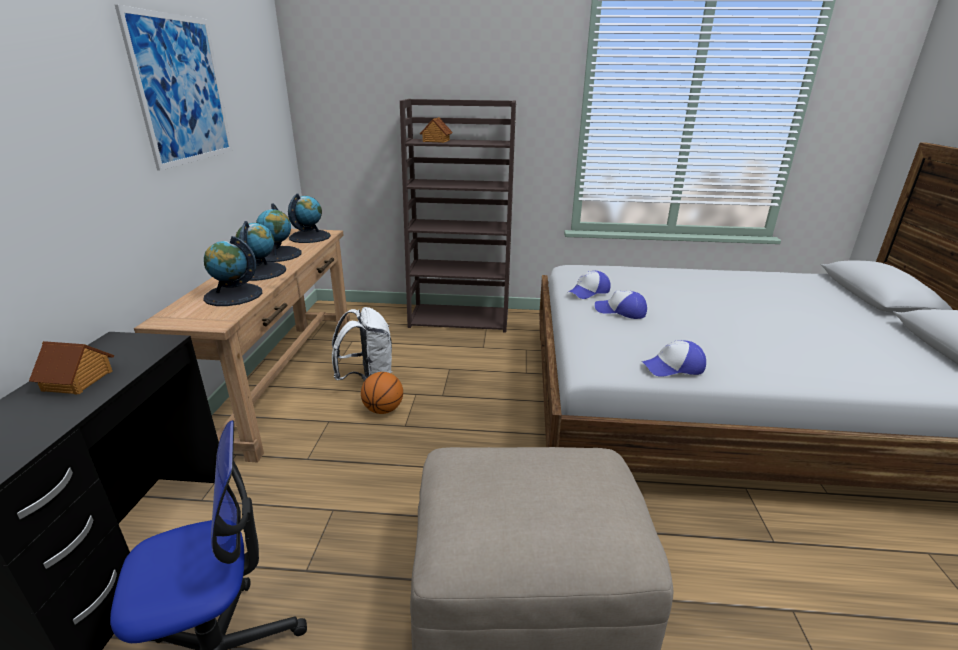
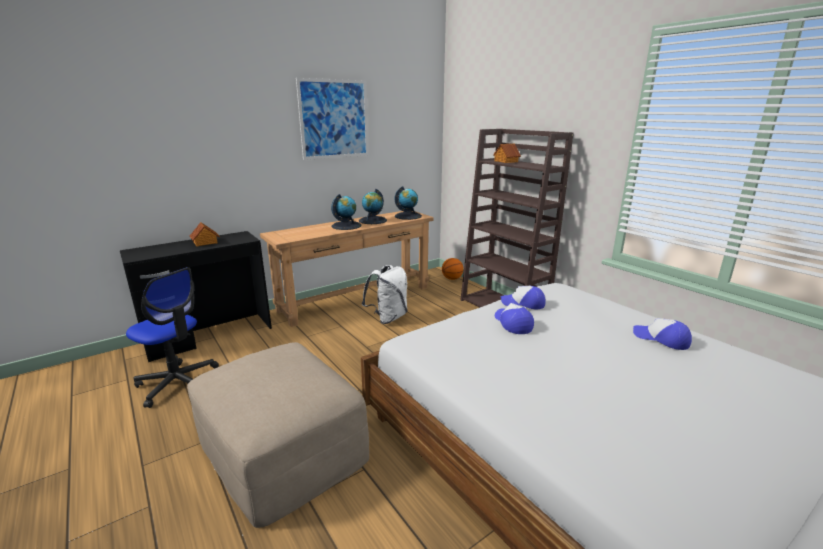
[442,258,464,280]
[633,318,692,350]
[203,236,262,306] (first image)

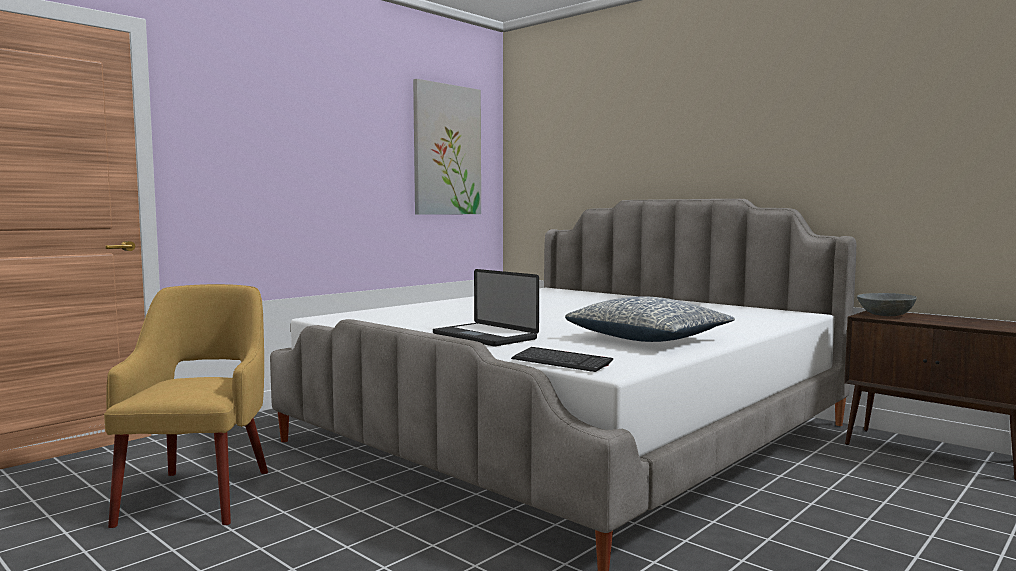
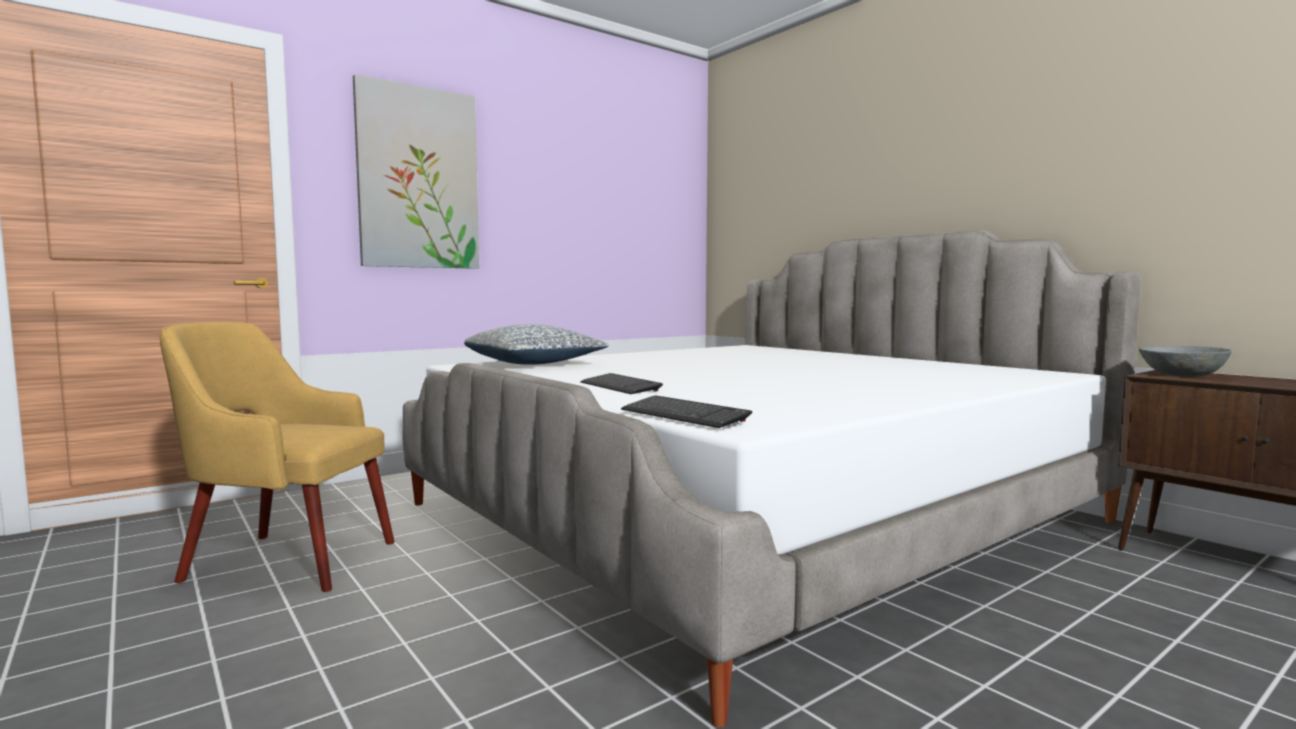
[160,322,394,592]
[353,74,479,269]
[464,324,609,365]
[580,373,663,394]

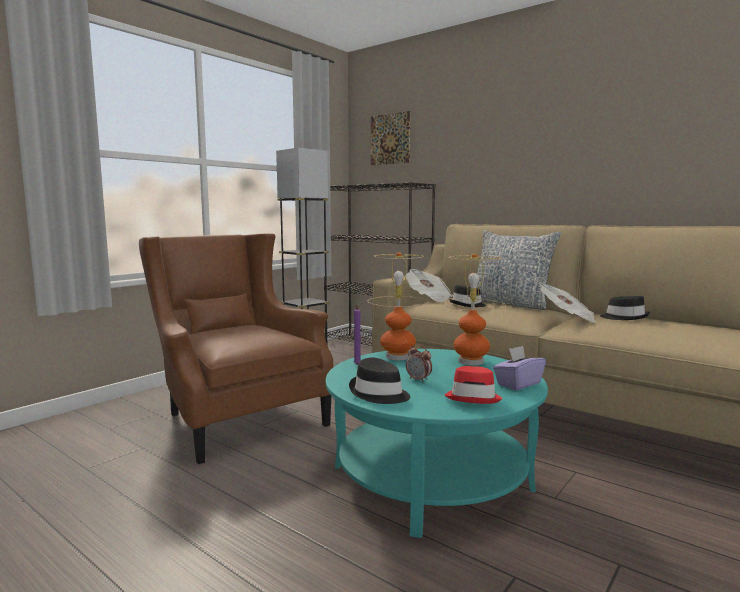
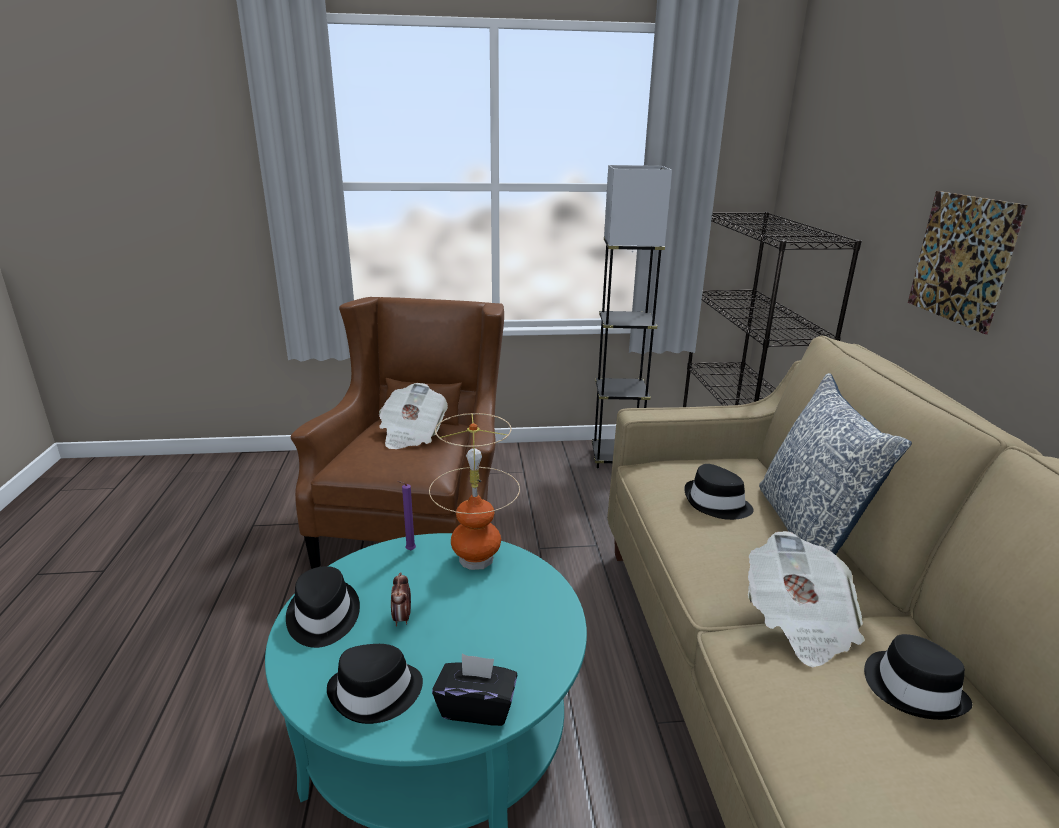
[327,644,423,724]
[379,383,448,449]
[432,654,517,726]
[908,191,1028,334]
[442,254,506,365] (first image)

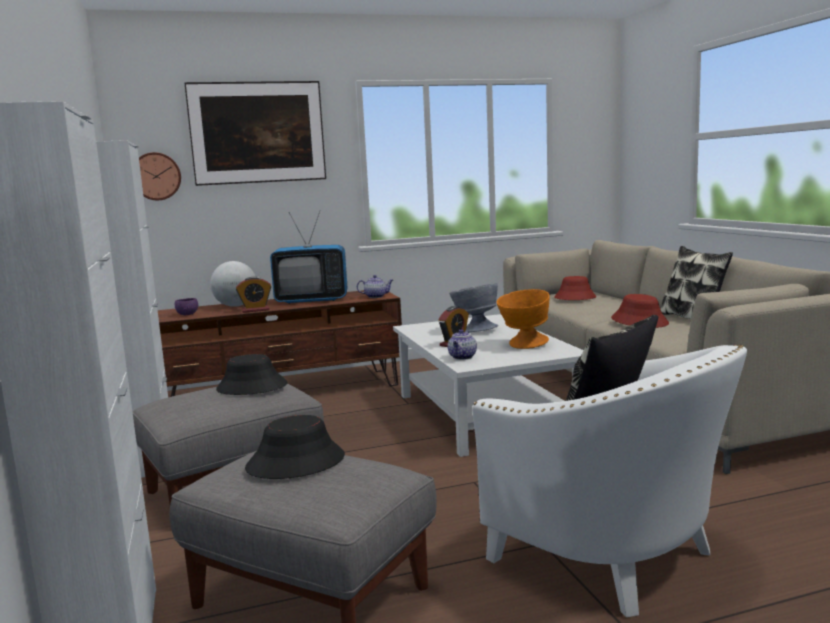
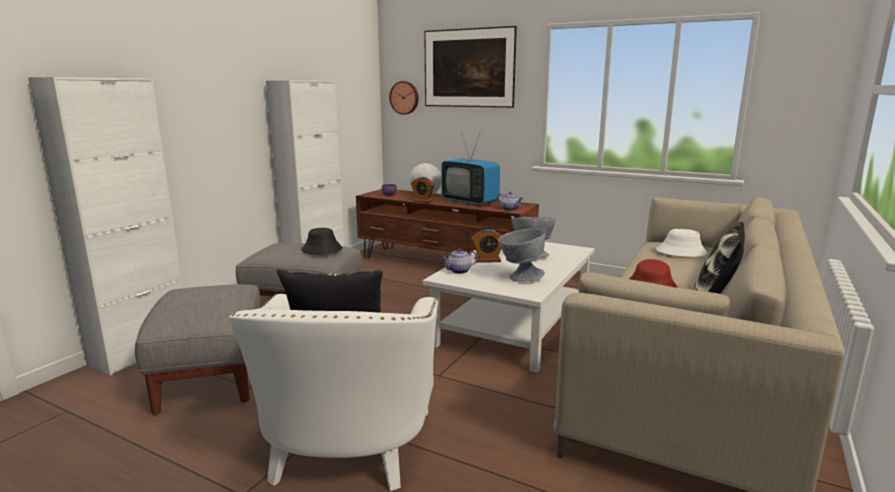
[498,229,545,282]
[656,229,707,257]
[245,415,345,479] (first image)

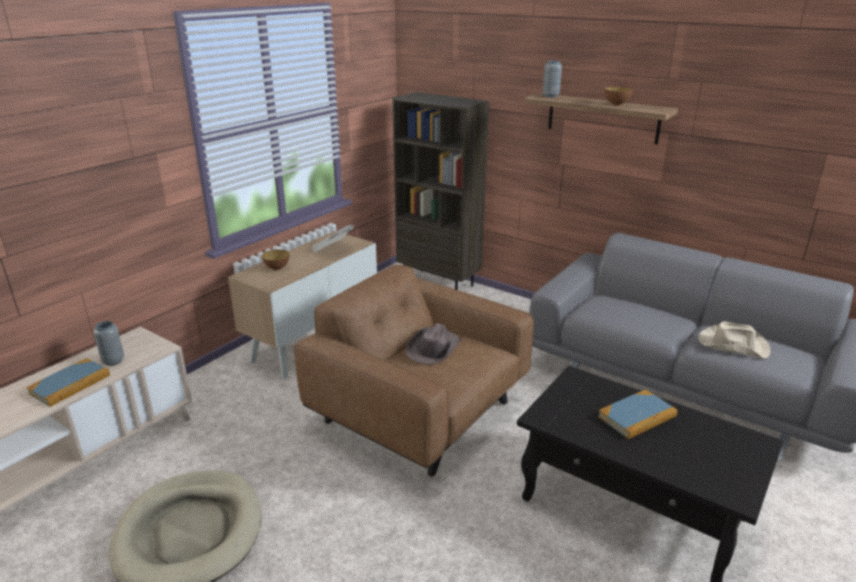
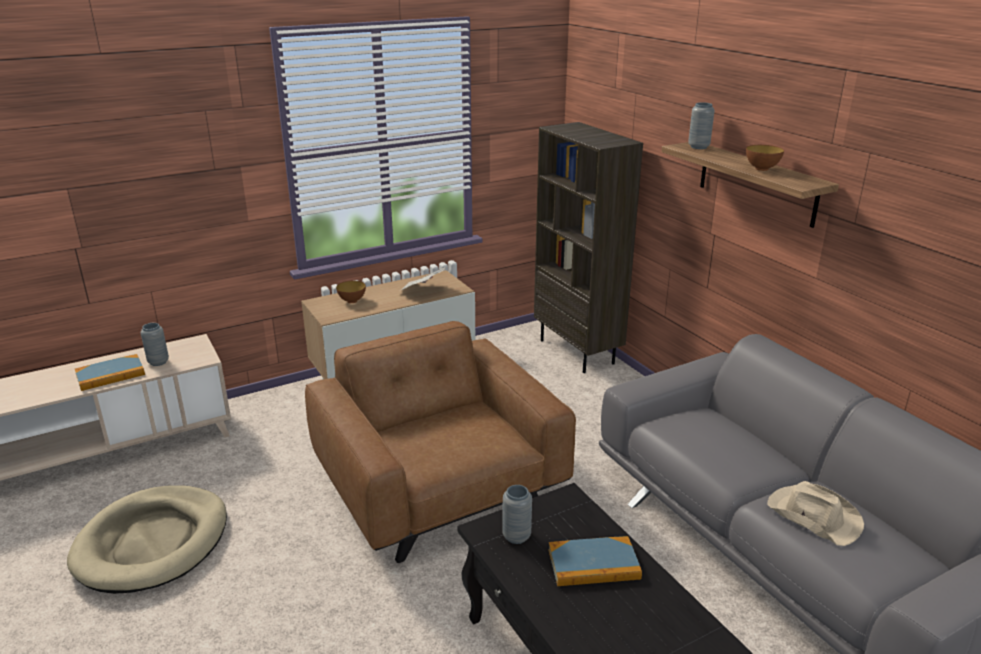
[502,485,532,544]
[405,323,462,365] (first image)

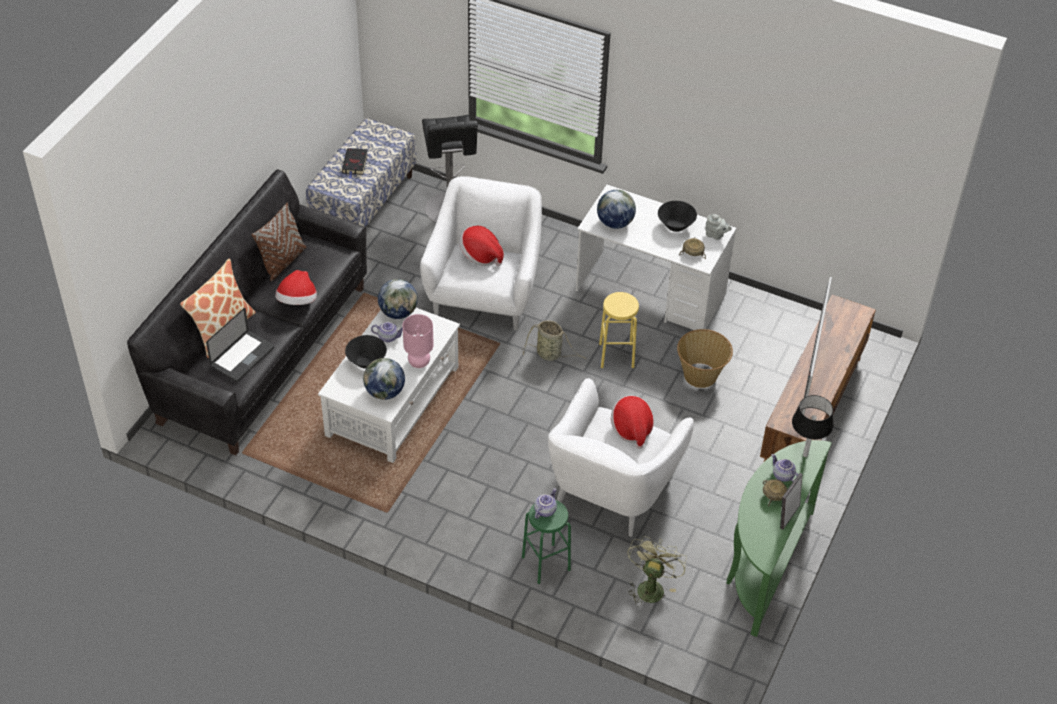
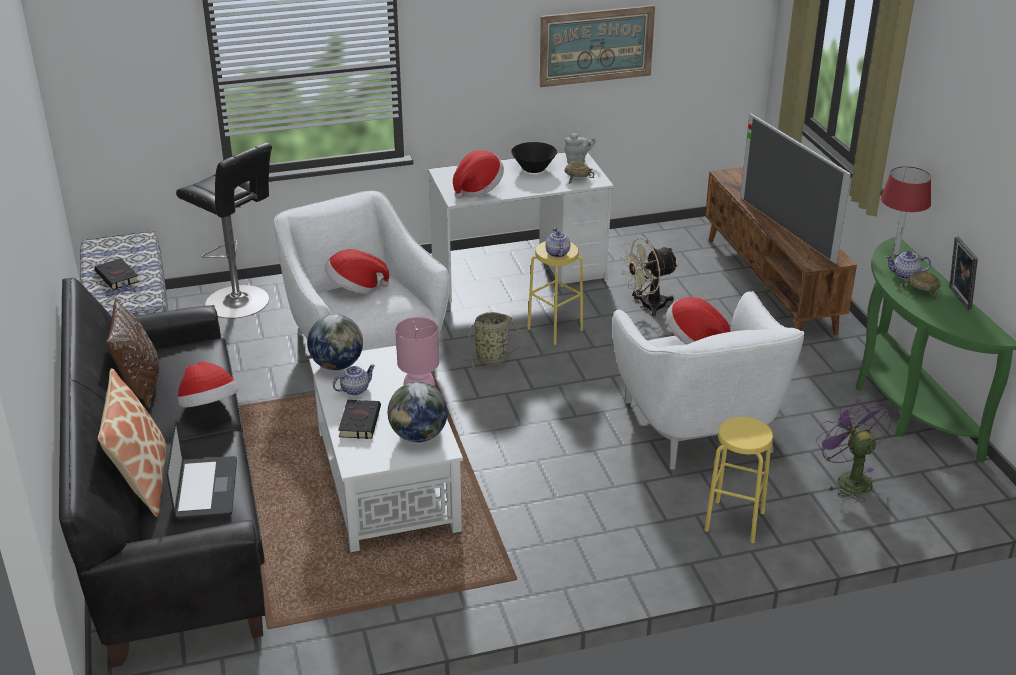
[338,400,381,439]
[453,150,504,199]
[540,5,655,87]
[545,228,570,257]
[620,238,679,317]
[704,417,773,543]
[816,399,892,502]
[881,166,931,255]

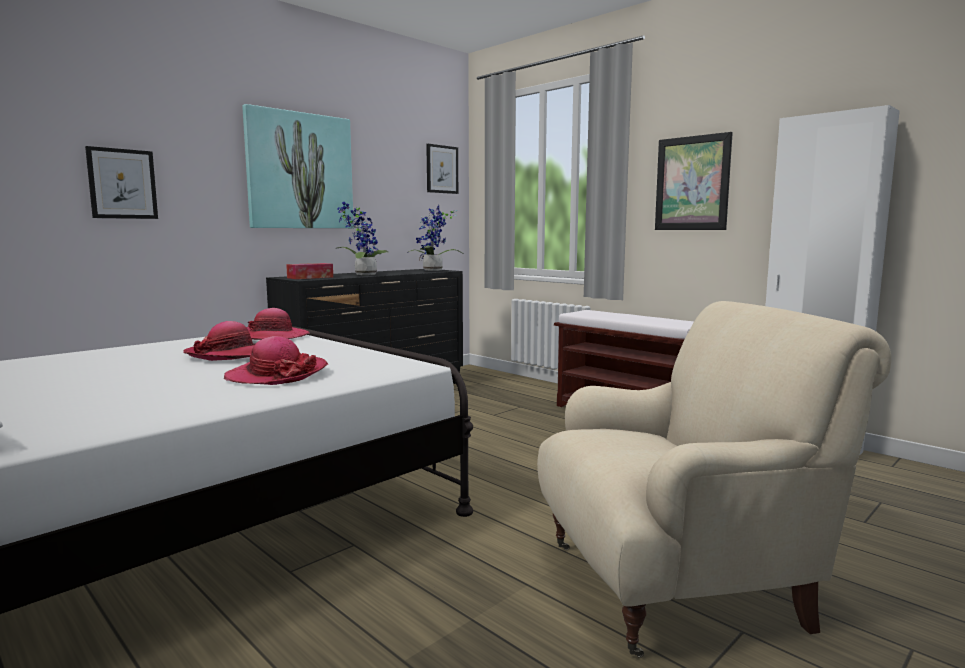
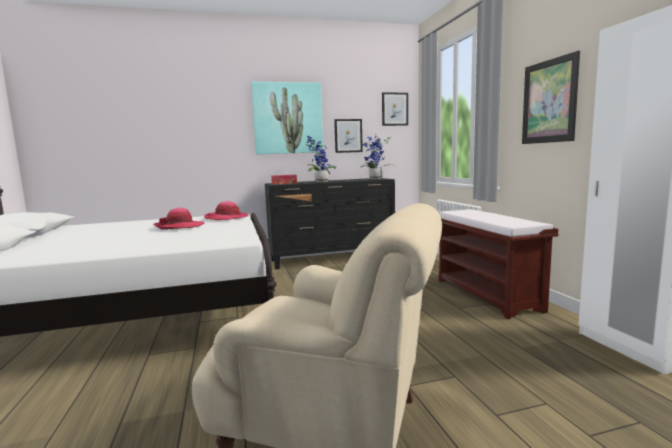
[334,119,363,153]
[224,336,328,385] (first image)

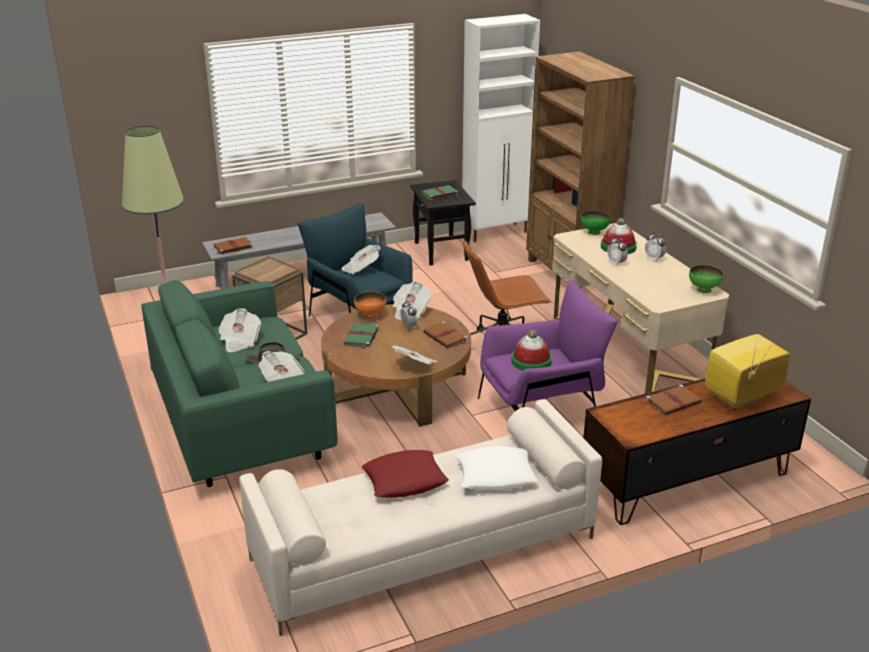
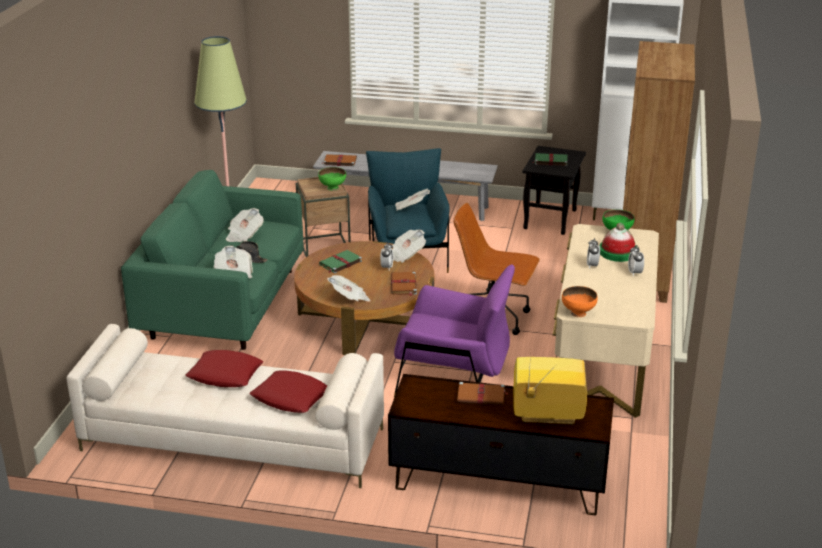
[250,370,327,413]
[318,167,346,191]
[562,286,598,317]
[511,330,552,371] (first image)

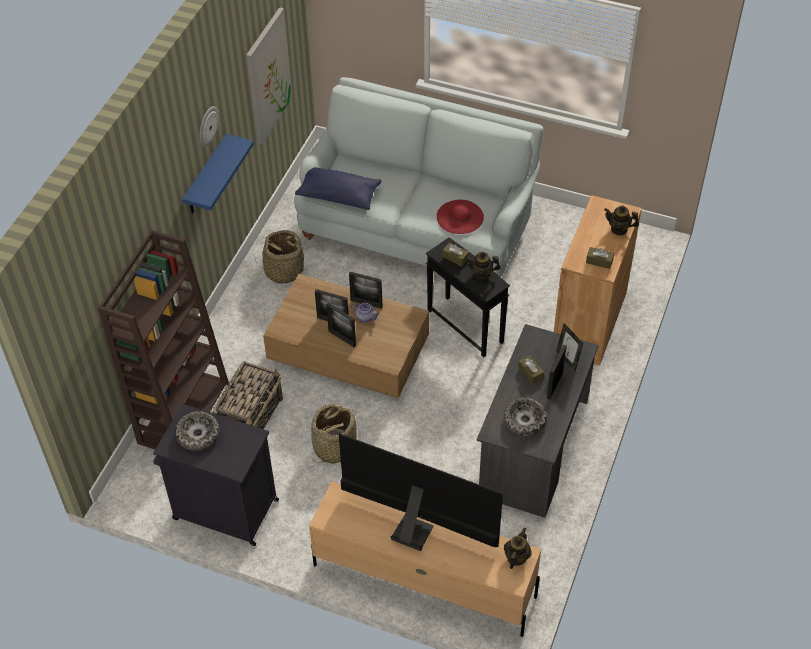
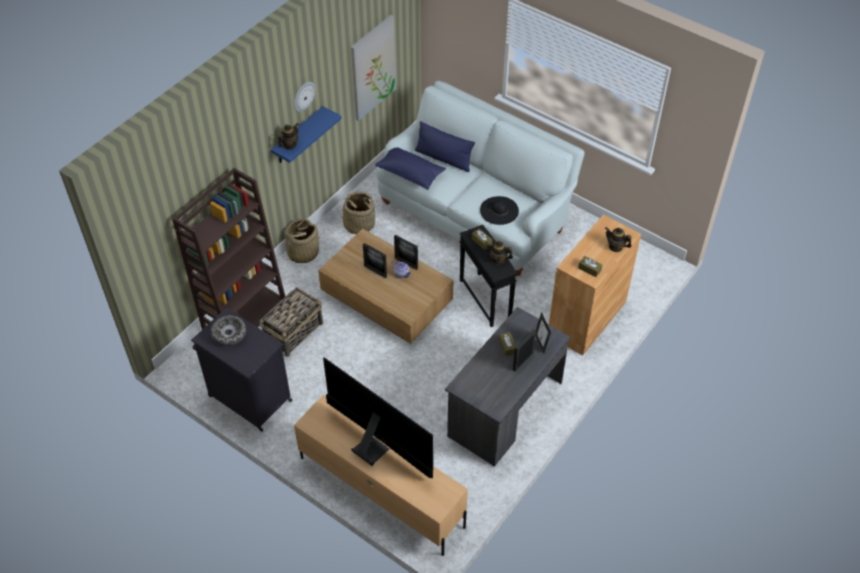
[278,123,299,149]
[281,219,319,263]
[415,121,475,172]
[480,196,519,225]
[326,303,356,347] (first image)
[504,398,547,437] (first image)

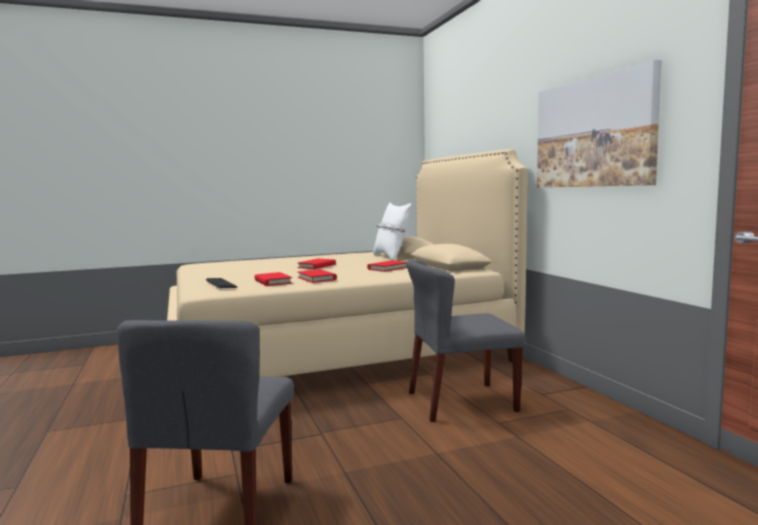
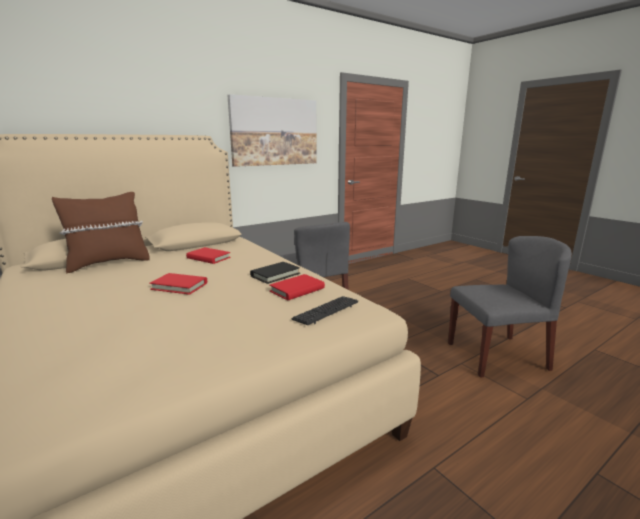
[52,192,150,273]
[250,262,300,284]

